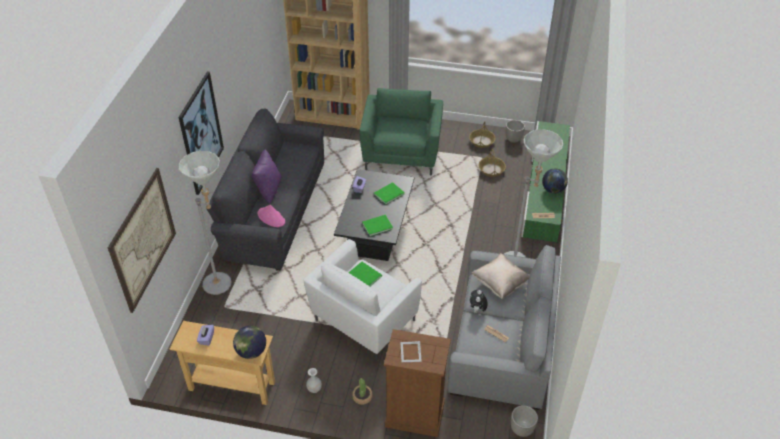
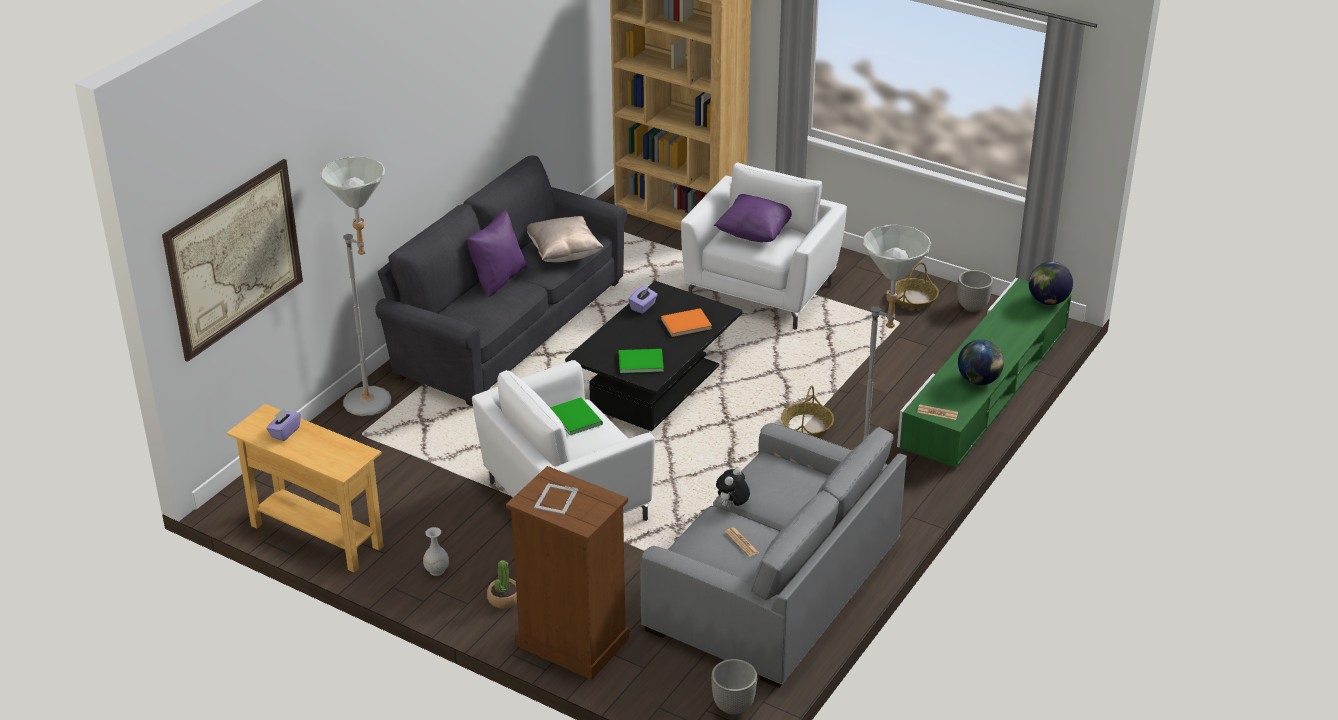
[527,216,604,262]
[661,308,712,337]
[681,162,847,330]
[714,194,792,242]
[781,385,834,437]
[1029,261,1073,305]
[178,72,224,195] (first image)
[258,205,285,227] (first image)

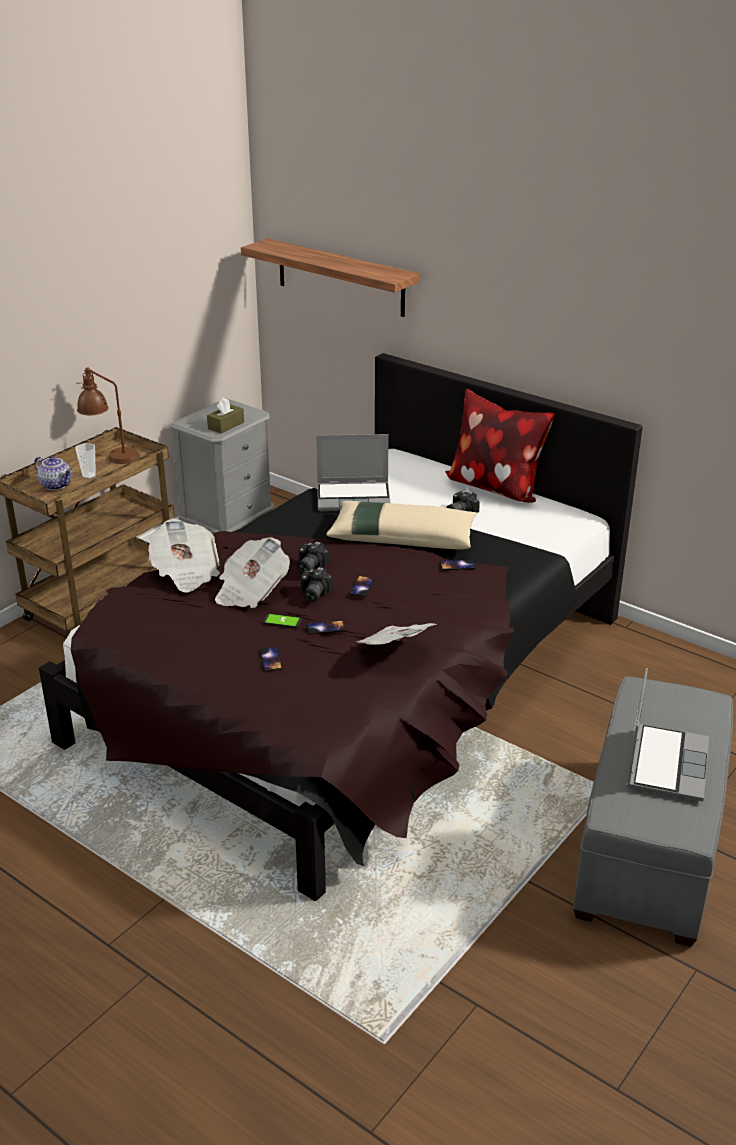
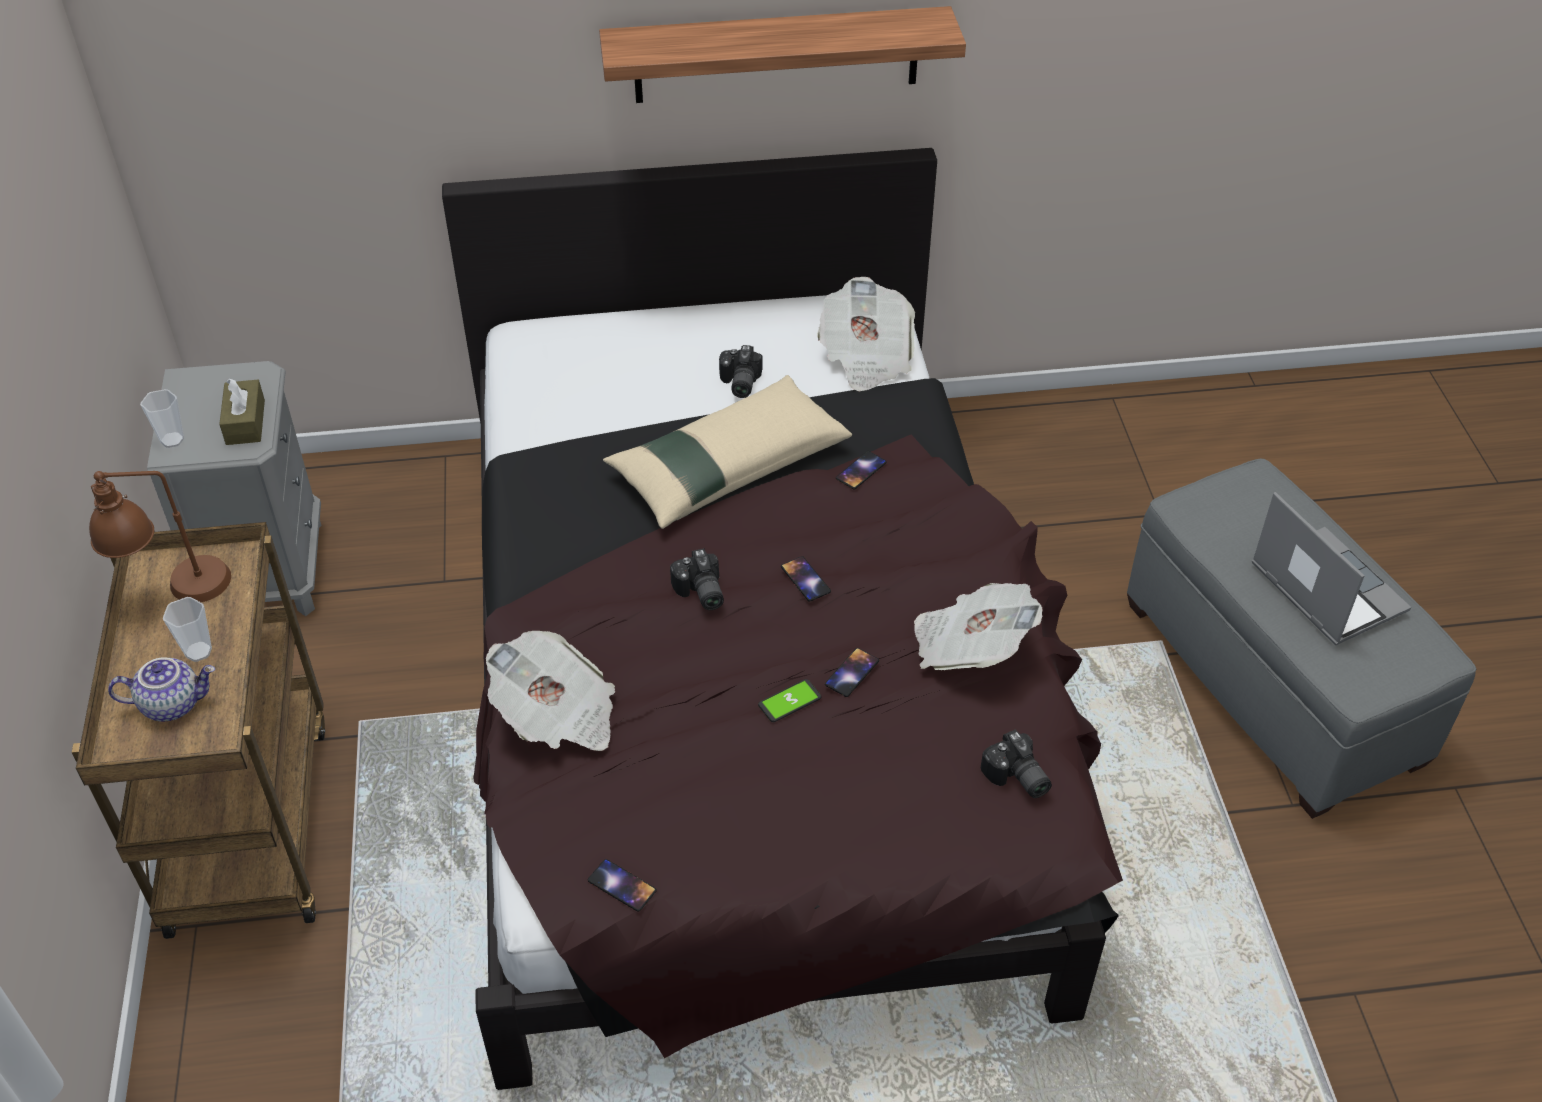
[140,389,184,448]
[588,859,657,912]
[599,6,966,103]
[817,277,915,392]
[981,729,1052,798]
[316,434,391,512] (first image)
[445,389,555,503] (first image)

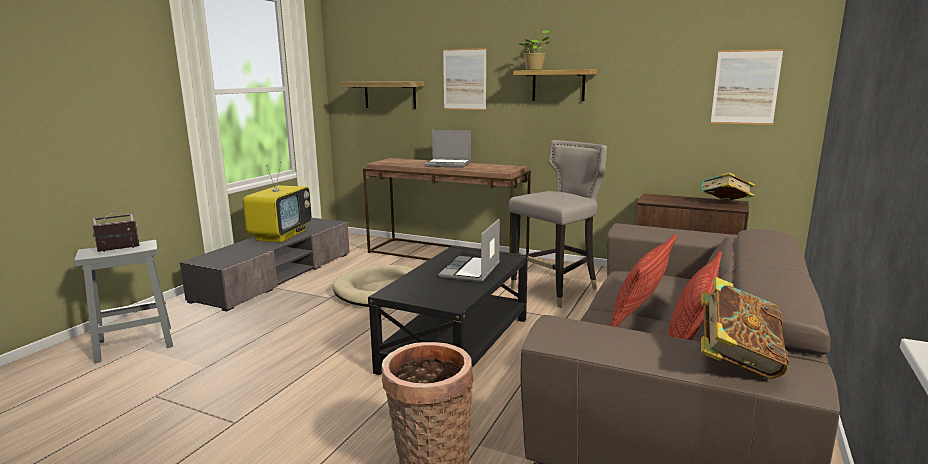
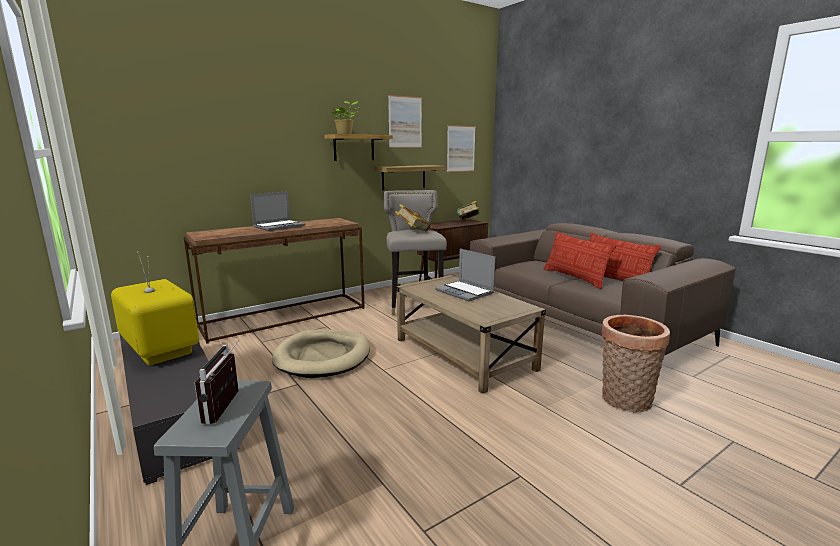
[374,165,445,190]
[388,95,422,148]
[395,204,431,231]
[396,275,546,394]

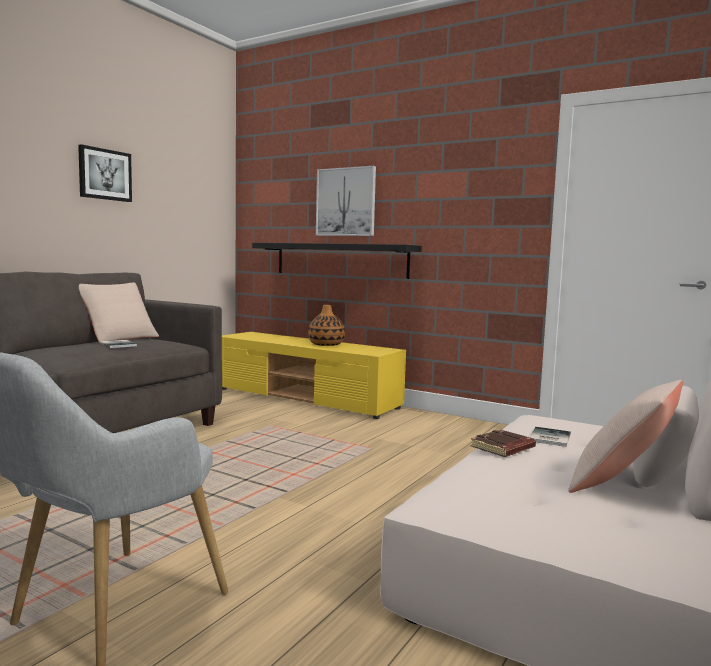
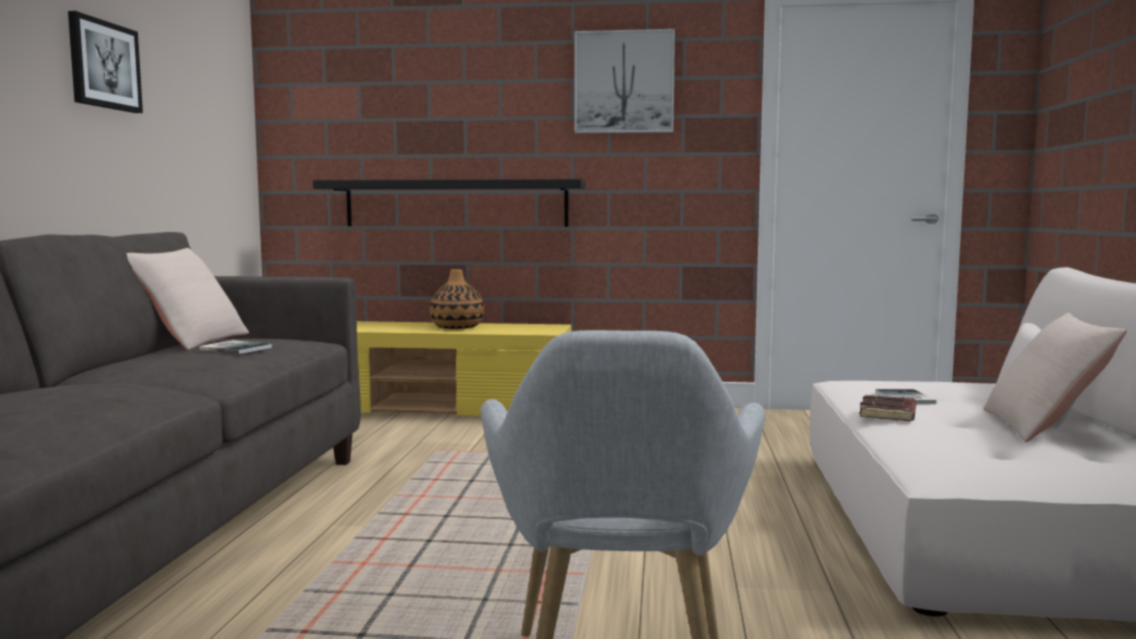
[574,29,675,133]

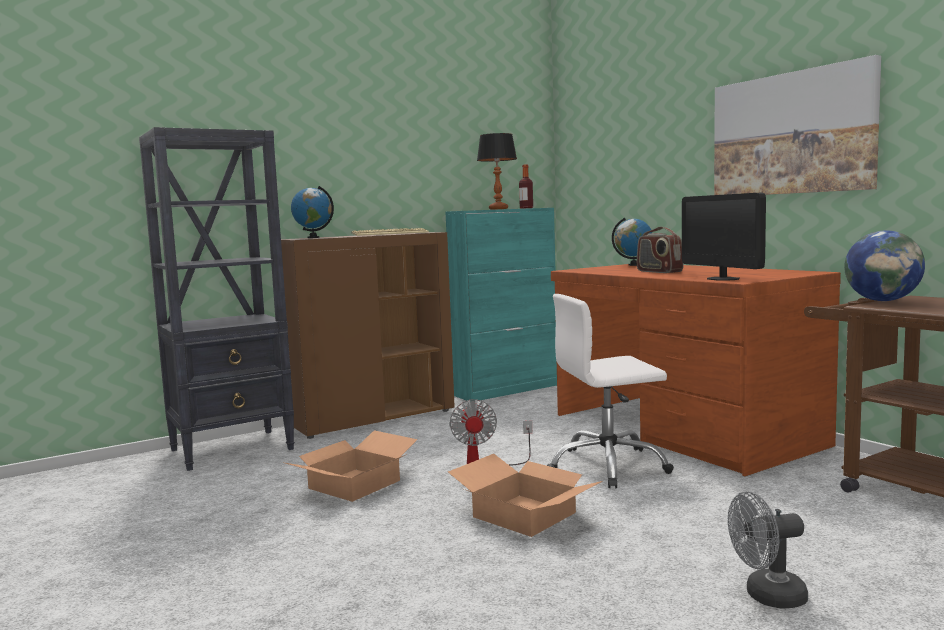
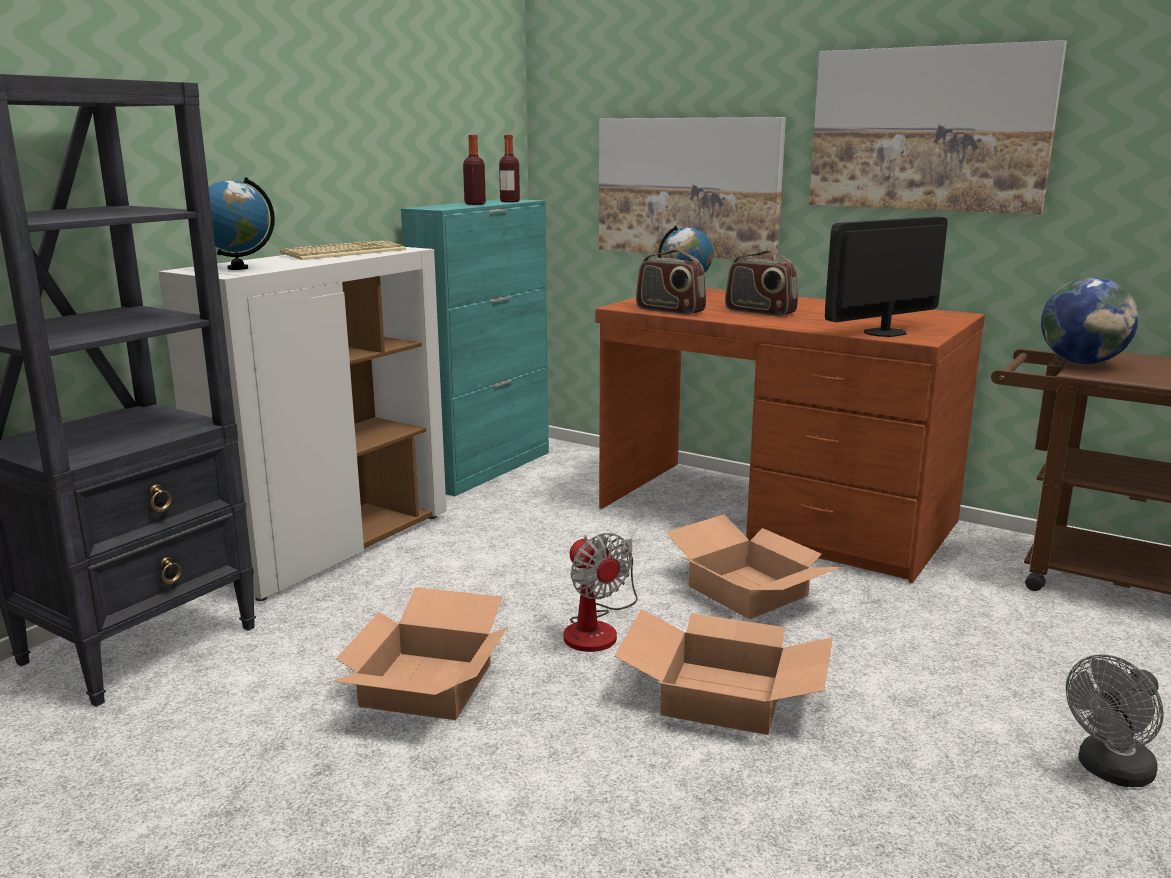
[158,247,446,601]
[463,135,486,205]
[599,117,786,261]
[636,249,706,315]
[666,514,841,619]
[825,217,948,337]

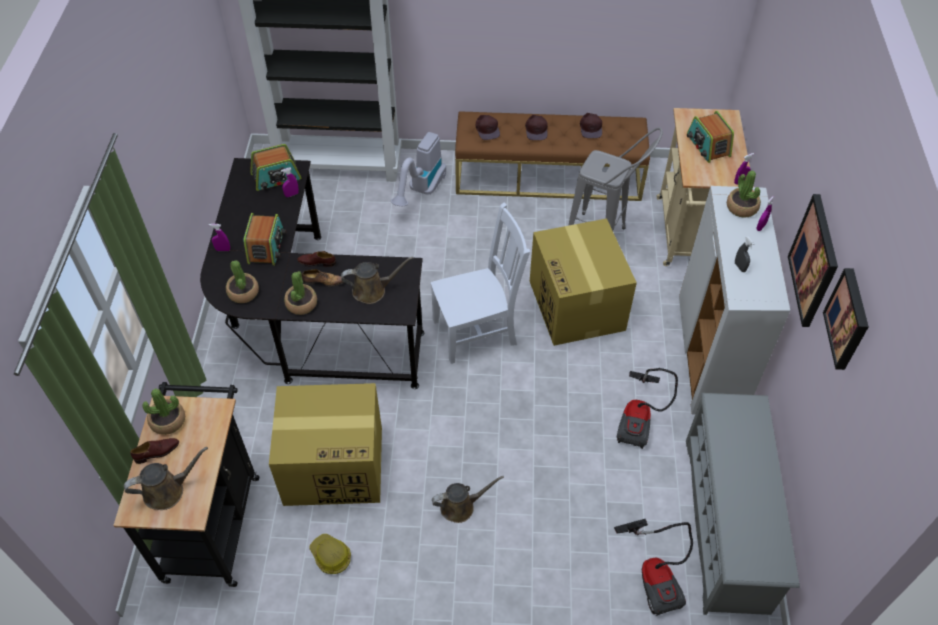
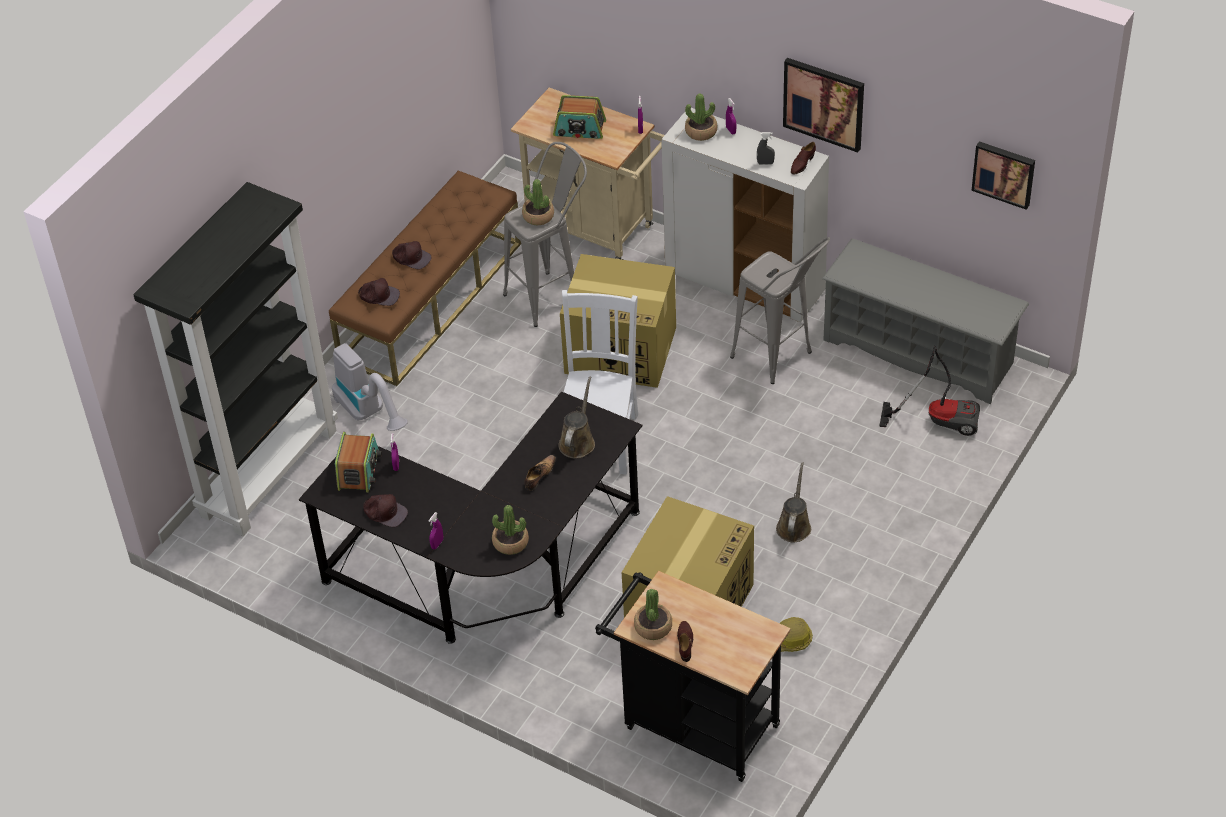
[363,494,408,527]
[522,179,554,225]
[730,237,830,384]
[791,142,816,174]
[971,141,1035,210]
[124,447,208,510] (first image)
[243,213,286,266] (first image)

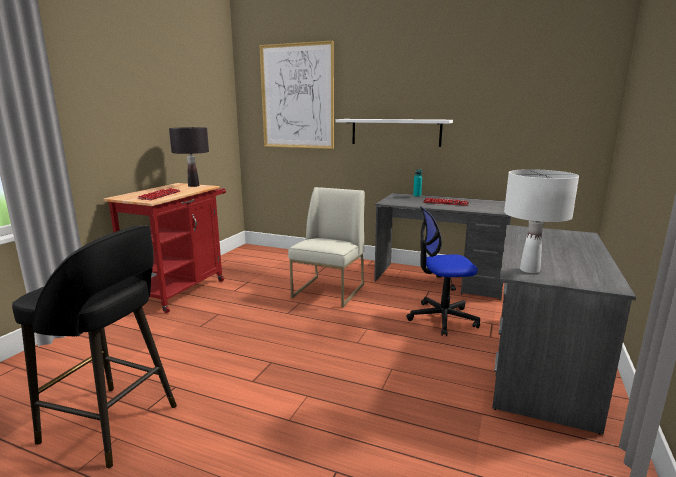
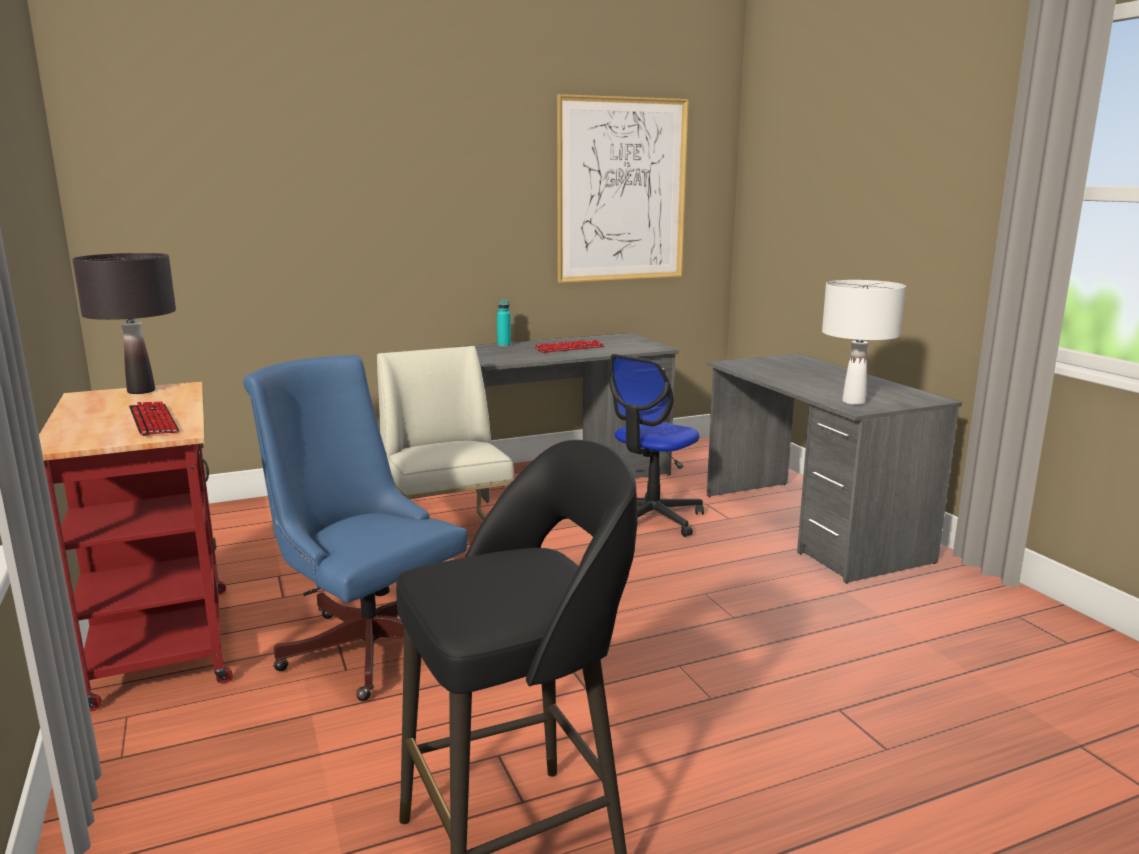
[243,355,467,701]
[557,94,689,283]
[336,119,453,147] (first image)

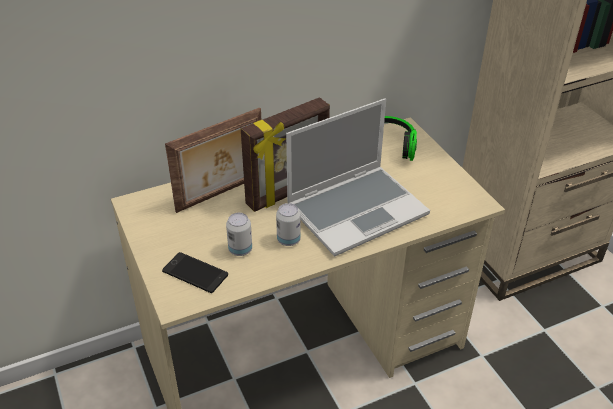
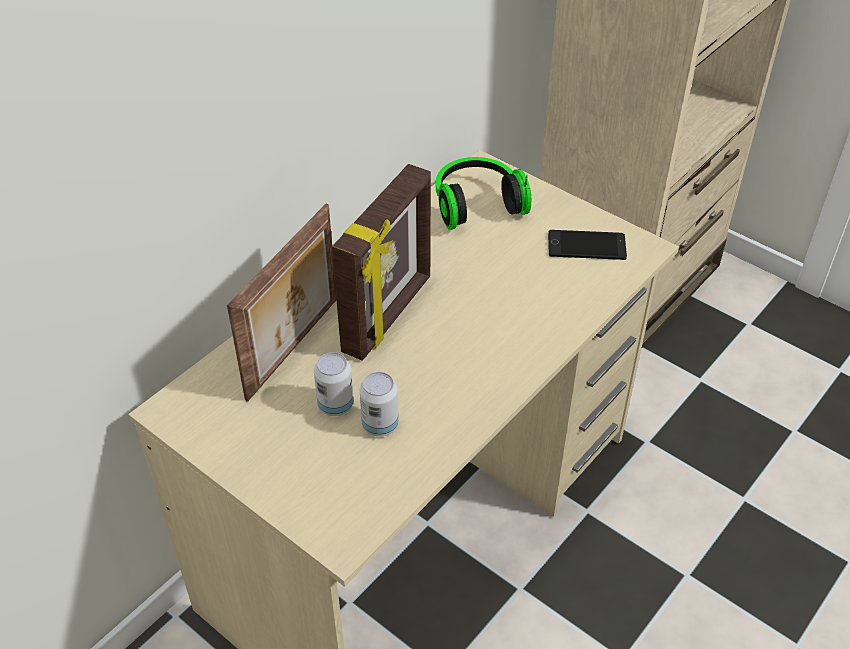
[314,352,354,416]
[548,230,627,260]
[286,98,430,257] (first image)

